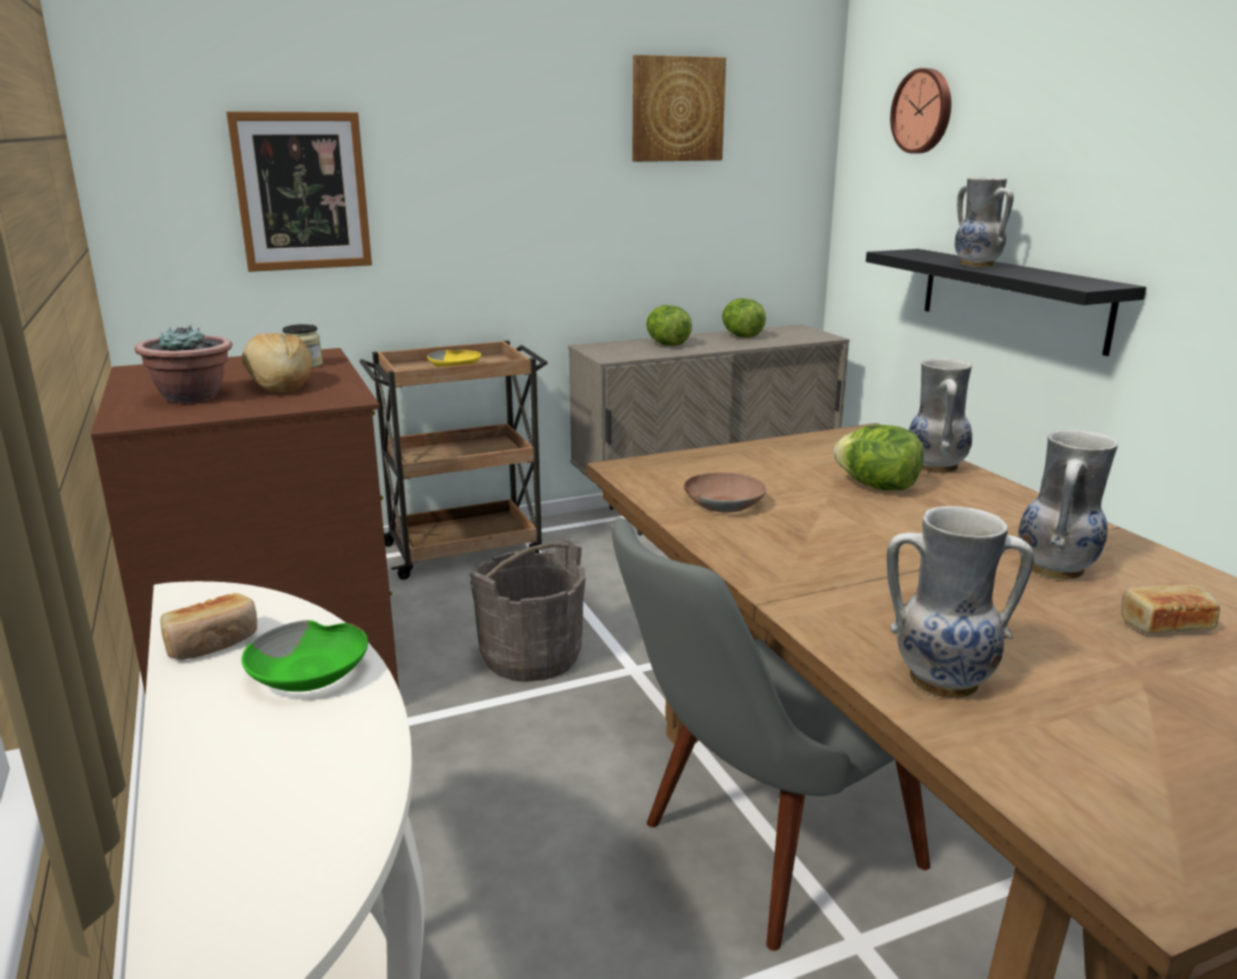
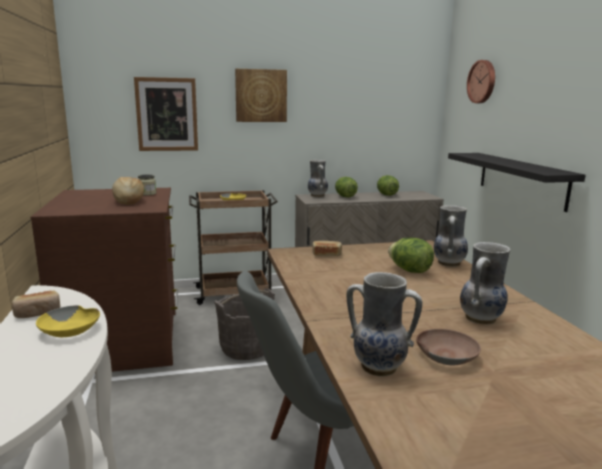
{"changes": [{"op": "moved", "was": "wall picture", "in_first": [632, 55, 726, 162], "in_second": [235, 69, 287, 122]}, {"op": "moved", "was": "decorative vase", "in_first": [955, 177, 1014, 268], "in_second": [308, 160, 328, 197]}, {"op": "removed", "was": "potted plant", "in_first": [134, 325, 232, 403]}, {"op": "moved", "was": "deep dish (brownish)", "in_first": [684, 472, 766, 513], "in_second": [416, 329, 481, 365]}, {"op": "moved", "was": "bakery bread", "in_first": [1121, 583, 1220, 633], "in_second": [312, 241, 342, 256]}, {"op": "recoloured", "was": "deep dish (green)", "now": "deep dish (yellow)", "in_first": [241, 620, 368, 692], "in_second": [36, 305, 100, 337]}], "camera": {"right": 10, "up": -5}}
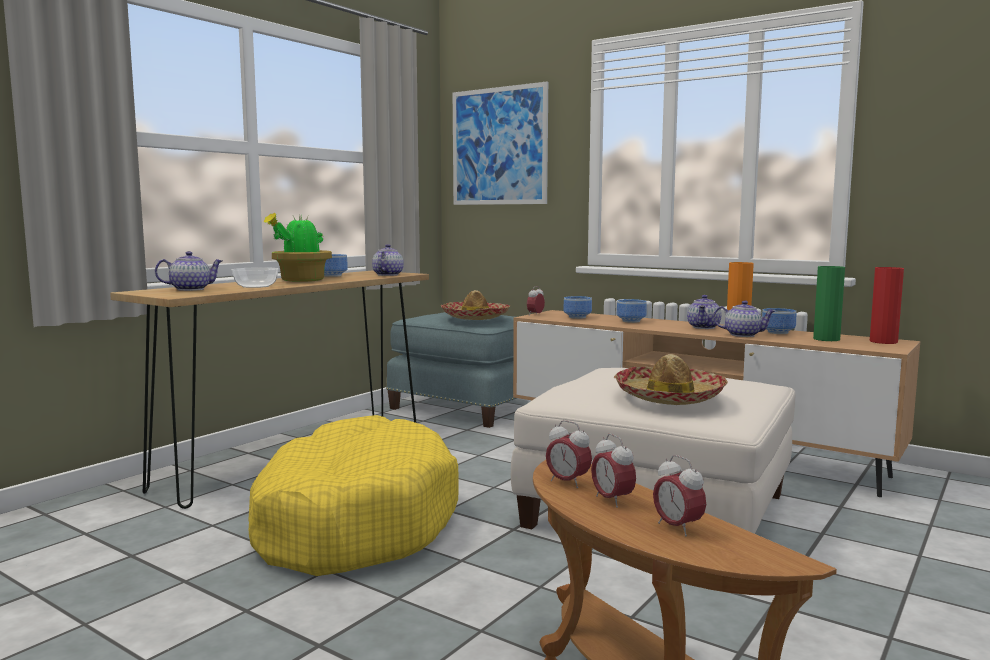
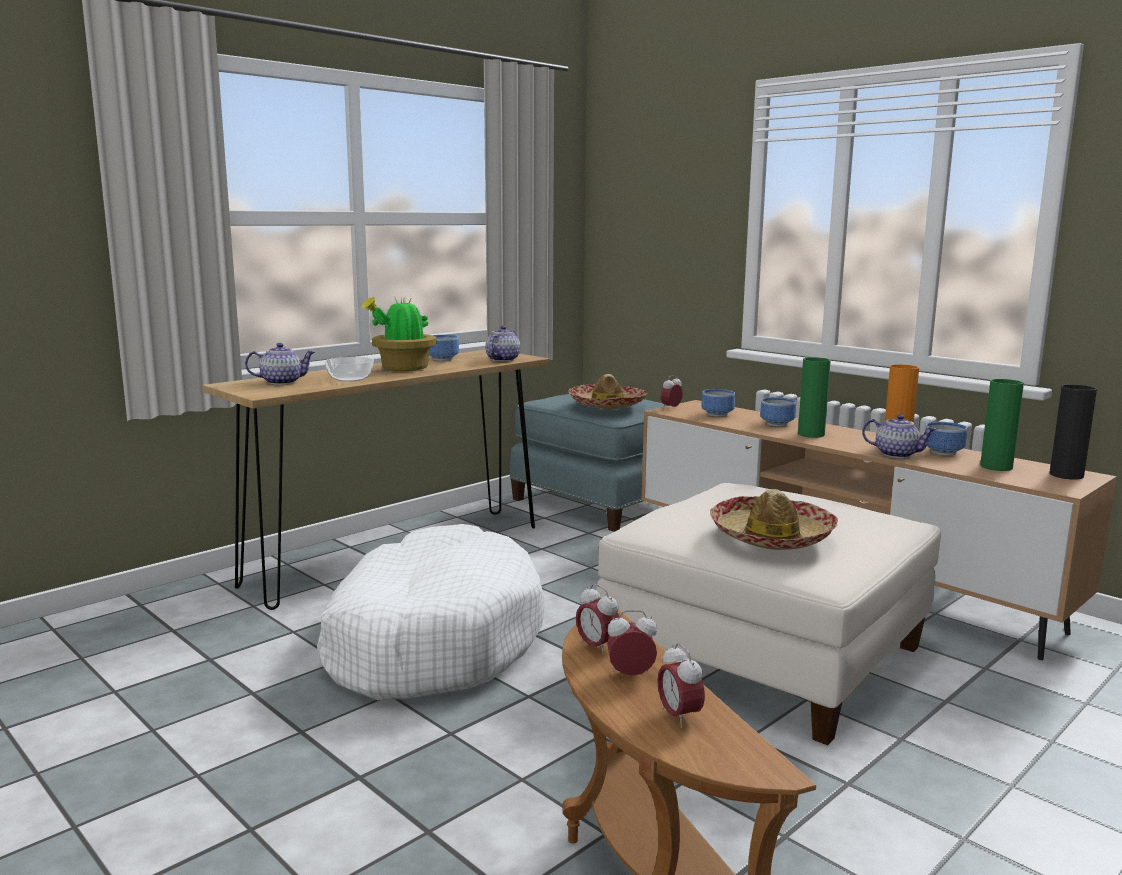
{"changes": [{"op": "removed", "was": "wall picture", "in_first": [453, 82, 548, 205]}, {"op": "recoloured", "was": "decorative vase (red-coloured)", "now": "decorative vase (blackish)", "in_first": [870, 267, 904, 344], "in_second": [1050, 384, 1097, 480]}, {"op": "removed", "was": "tea pot", "in_first": [687, 295, 722, 329]}, {"op": "recoloured", "was": "dog cushion (yellow)", "now": "dog cushion (whitish)", "in_first": [248, 415, 459, 576], "in_second": [317, 524, 545, 700]}, {"op": "turned", "was": "bedside clock", "in_first": [591, 434, 636, 508], "in_second": [607, 610, 657, 676], "clockwise": 105}, {"op": "added", "now": "decorative vase (green)", "in_second": [798, 357, 831, 438]}], "camera": {"right": 10, "up": 5}}
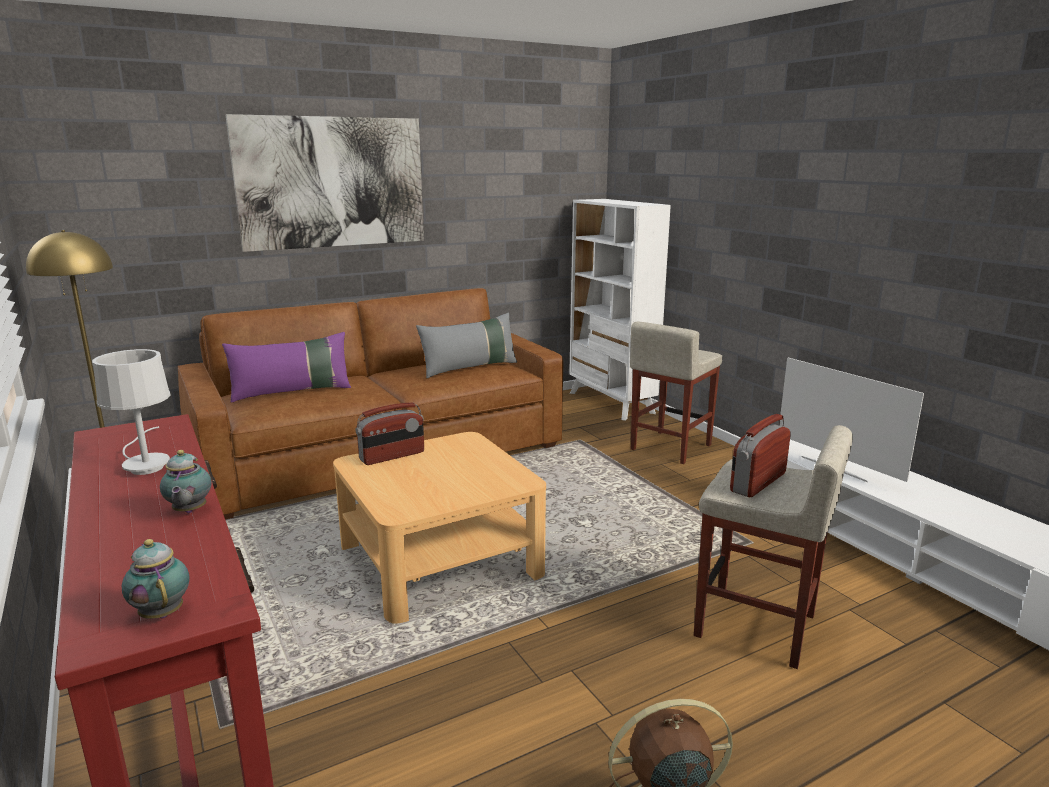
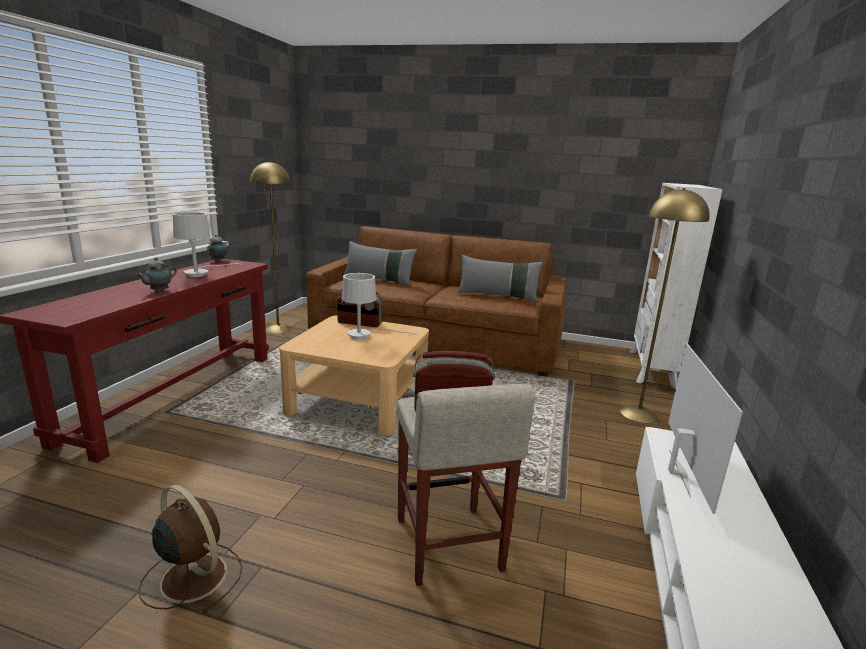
{"changes": [{"op": "removed", "was": "wall picture", "in_first": [226, 114, 424, 252]}, {"op": "replaced", "was": "stool (beige-coloured)", "now": "standing lamp (yellow)", "in_first": [630, 322, 722, 464], "in_second": [620, 188, 710, 423]}, {"op": "recoloured", "was": "throw pillow (purple)", "now": "throw pillow (gray)", "in_first": [222, 332, 351, 403], "in_second": [344, 241, 417, 286]}, {"op": "moved", "was": "tea pot", "in_first": [122, 539, 190, 619], "in_second": [207, 234, 228, 262]}, {"op": "added", "now": "tabletop lamp (whitish)", "in_second": [341, 273, 419, 339]}], "camera": {"right": 45, "up": 0}}
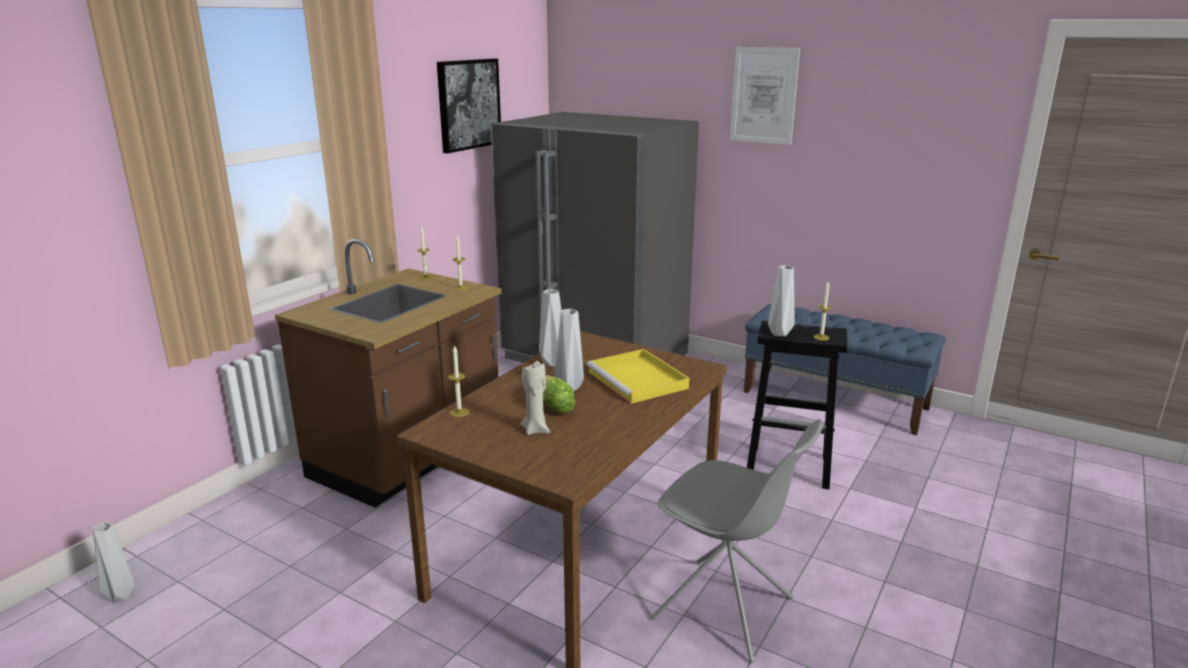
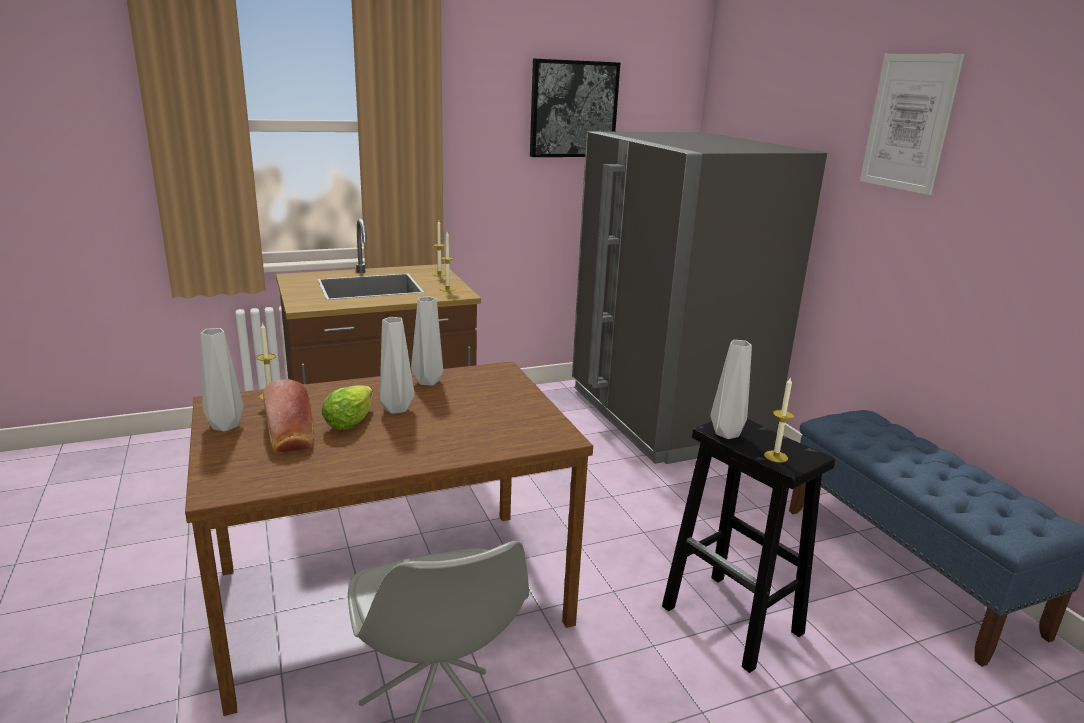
{"changes": [{"op": "removed", "was": "carrying tray (yellow)", "in_first": [587, 349, 689, 404]}, {"op": "replaced", "was": "wax light (beige-coloured)", "now": "bakery bread", "in_first": [520, 361, 550, 435], "in_second": [263, 379, 314, 453]}, {"op": "moved", "was": "decorative vase (gray)", "in_first": [93, 522, 135, 603], "in_second": [200, 328, 243, 432]}], "camera": {"right": 35, "up": 0}}
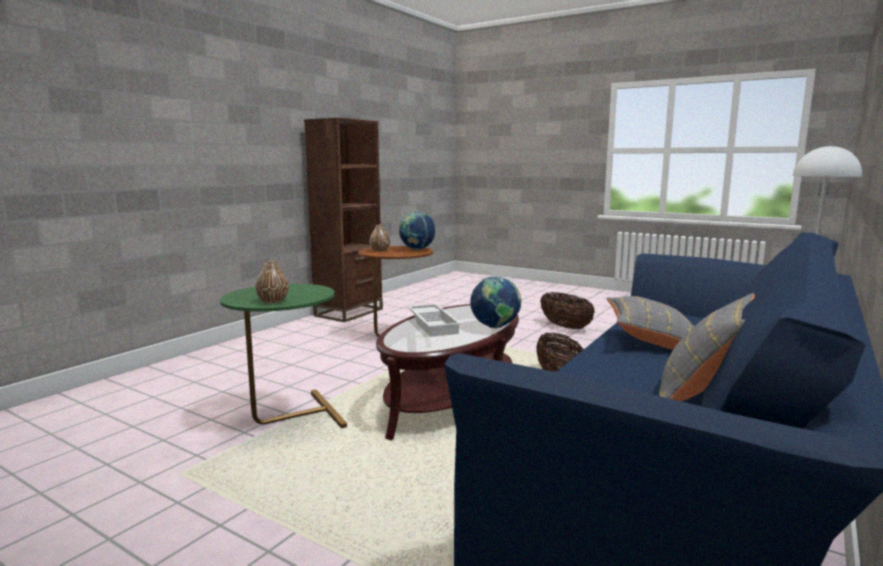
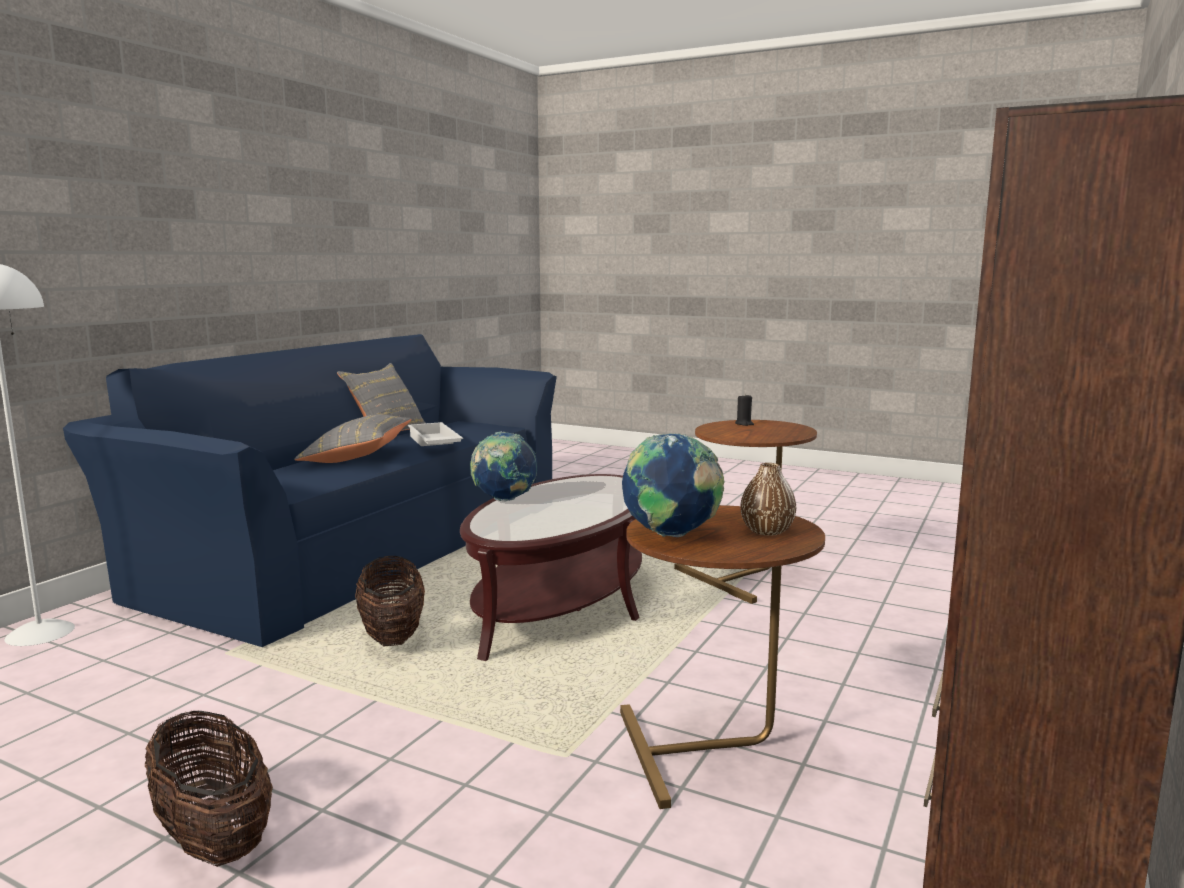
{"changes": [{"op": "replaced", "was": "decorative vase (brownish)", "now": "wax light (blackish)", "in_first": [255, 261, 289, 303], "in_second": [735, 393, 754, 426]}, {"op": "recoloured", "was": "side table (green)", "now": "side table (brownish)", "in_first": [220, 284, 347, 428], "in_second": [674, 420, 817, 604]}, {"op": "moved", "was": "carrying tray (whitish)", "in_first": [408, 304, 461, 337], "in_second": [408, 422, 463, 446]}], "camera": {"right": 175, "up": 0}}
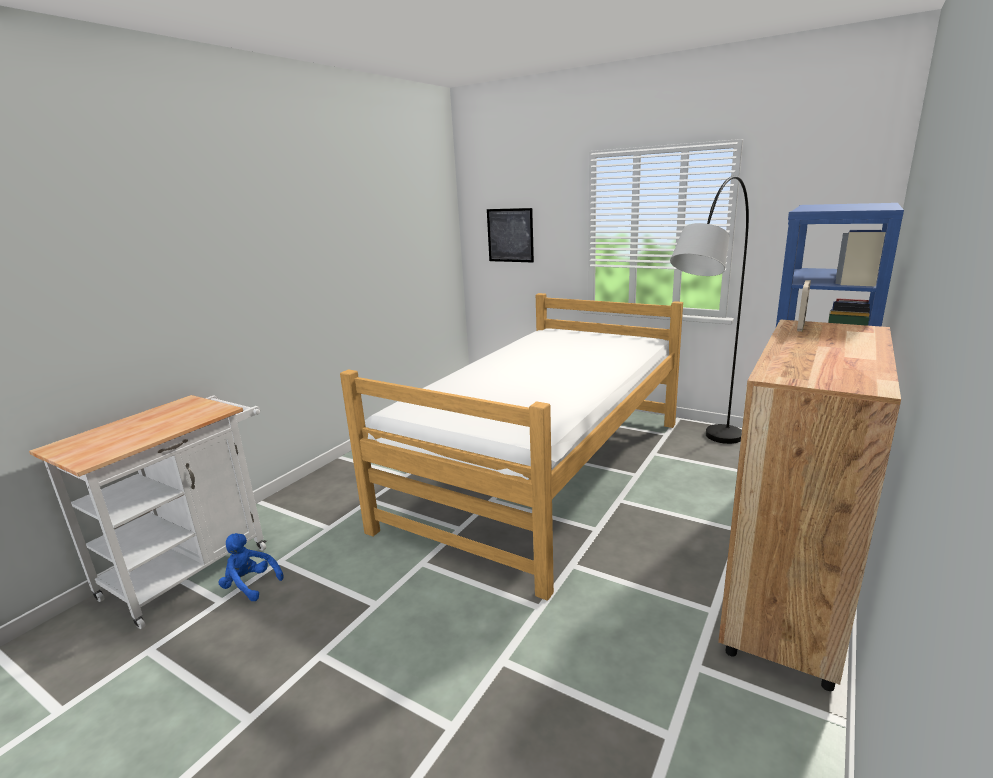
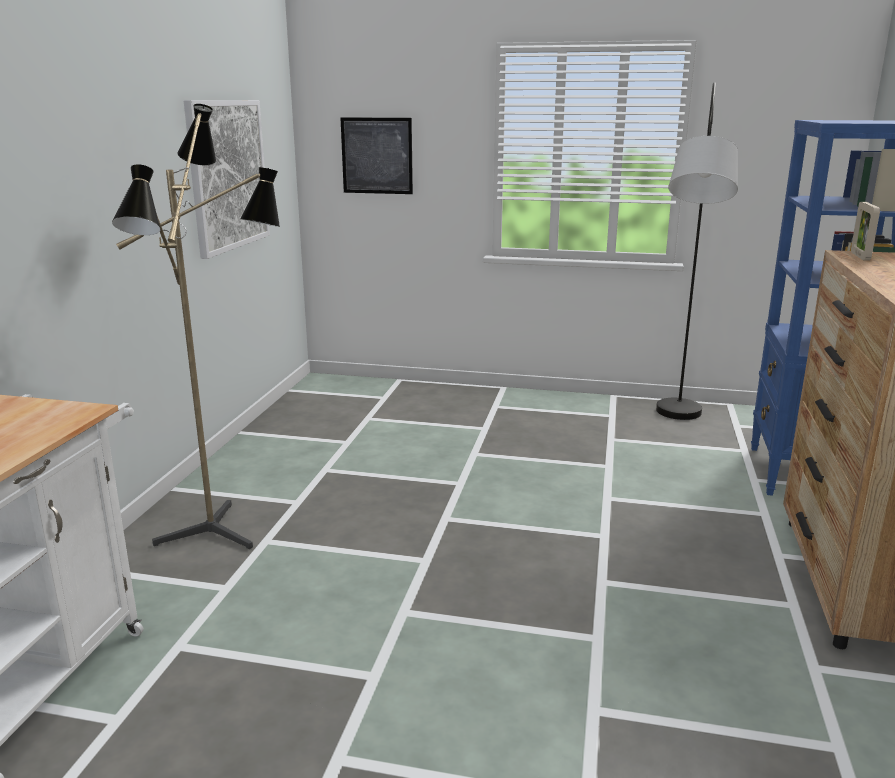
{"changes": [{"op": "removed", "was": "sleeping bed", "in_first": [340, 293, 683, 601]}, {"op": "removed", "was": "plush toy (blue-coloured)", "in_first": [218, 533, 283, 601]}, {"op": "added", "now": "wall picture", "in_second": [184, 100, 270, 259]}, {"op": "added", "now": "standing lamp", "in_second": [112, 104, 280, 549]}], "camera": {"right": -20, "up": 0}}
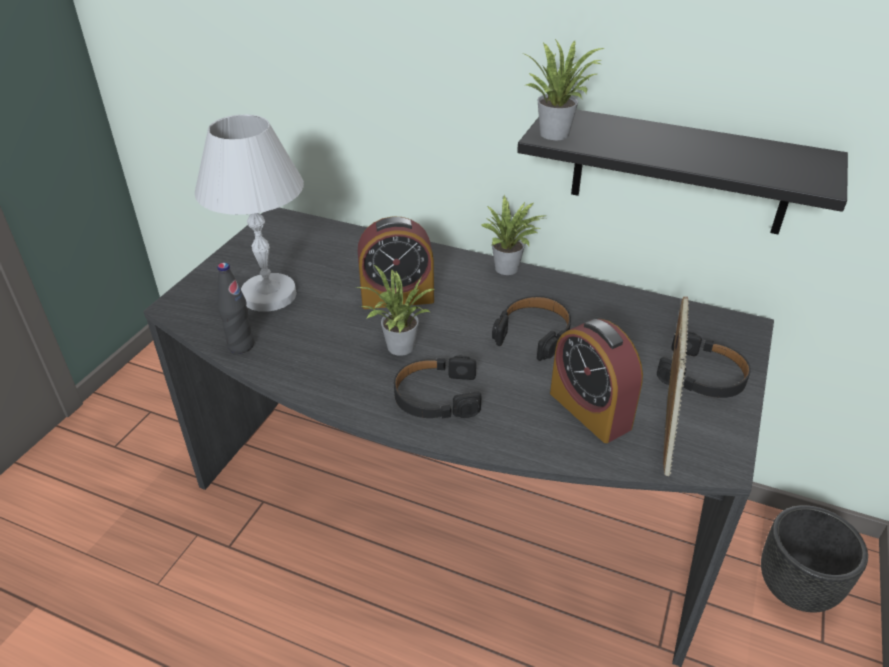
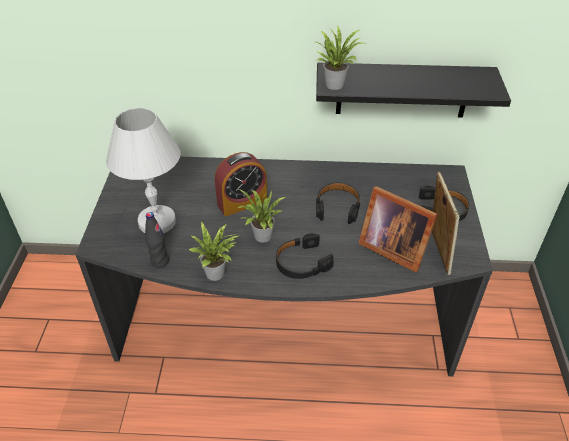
{"changes": [{"op": "moved", "was": "potted plant", "in_first": [481, 196, 544, 275], "in_second": [189, 222, 240, 281]}, {"op": "replaced", "was": "bedside clock", "now": "standing frame", "in_first": [550, 319, 643, 443], "in_second": [358, 186, 438, 273]}, {"op": "removed", "was": "flower pot (blackish)", "in_first": [761, 505, 868, 612]}], "camera": {"right": -20, "up": 5}}
